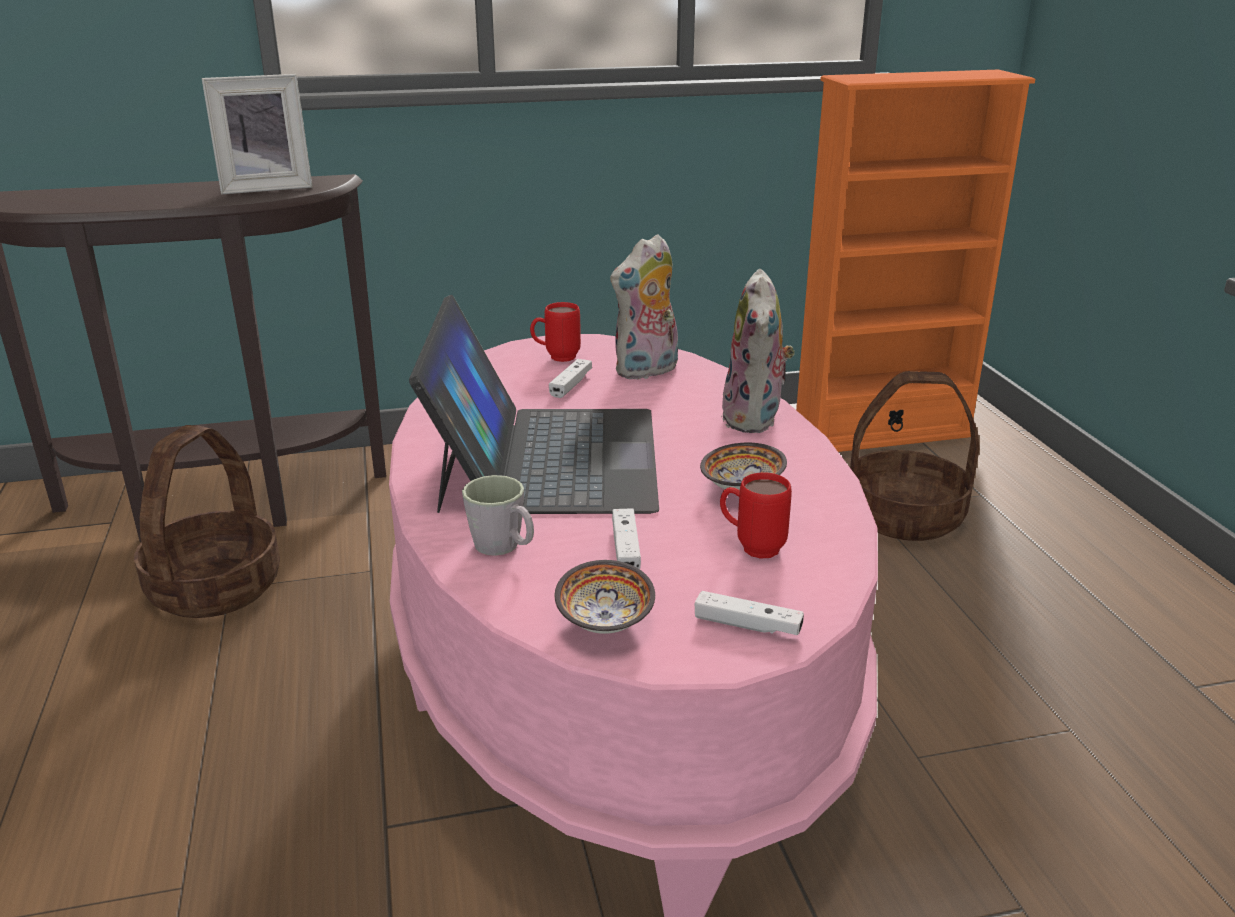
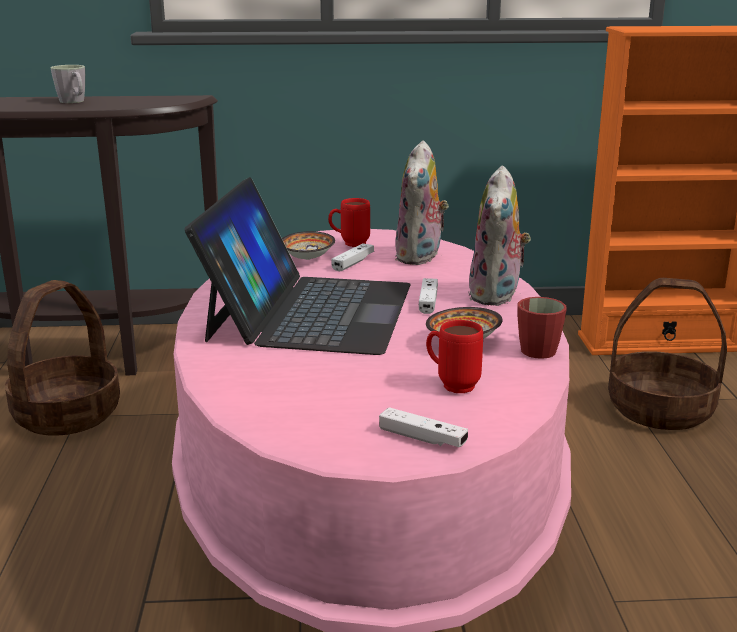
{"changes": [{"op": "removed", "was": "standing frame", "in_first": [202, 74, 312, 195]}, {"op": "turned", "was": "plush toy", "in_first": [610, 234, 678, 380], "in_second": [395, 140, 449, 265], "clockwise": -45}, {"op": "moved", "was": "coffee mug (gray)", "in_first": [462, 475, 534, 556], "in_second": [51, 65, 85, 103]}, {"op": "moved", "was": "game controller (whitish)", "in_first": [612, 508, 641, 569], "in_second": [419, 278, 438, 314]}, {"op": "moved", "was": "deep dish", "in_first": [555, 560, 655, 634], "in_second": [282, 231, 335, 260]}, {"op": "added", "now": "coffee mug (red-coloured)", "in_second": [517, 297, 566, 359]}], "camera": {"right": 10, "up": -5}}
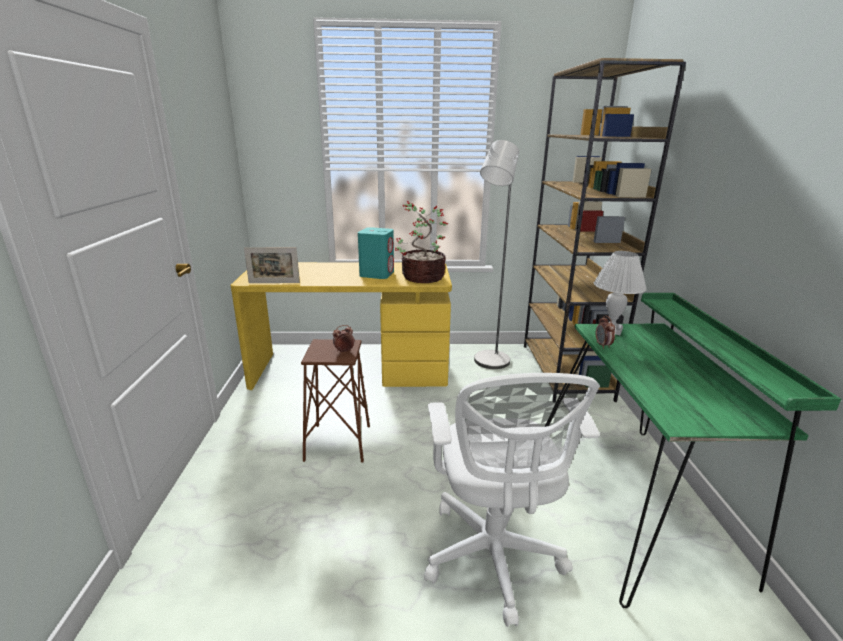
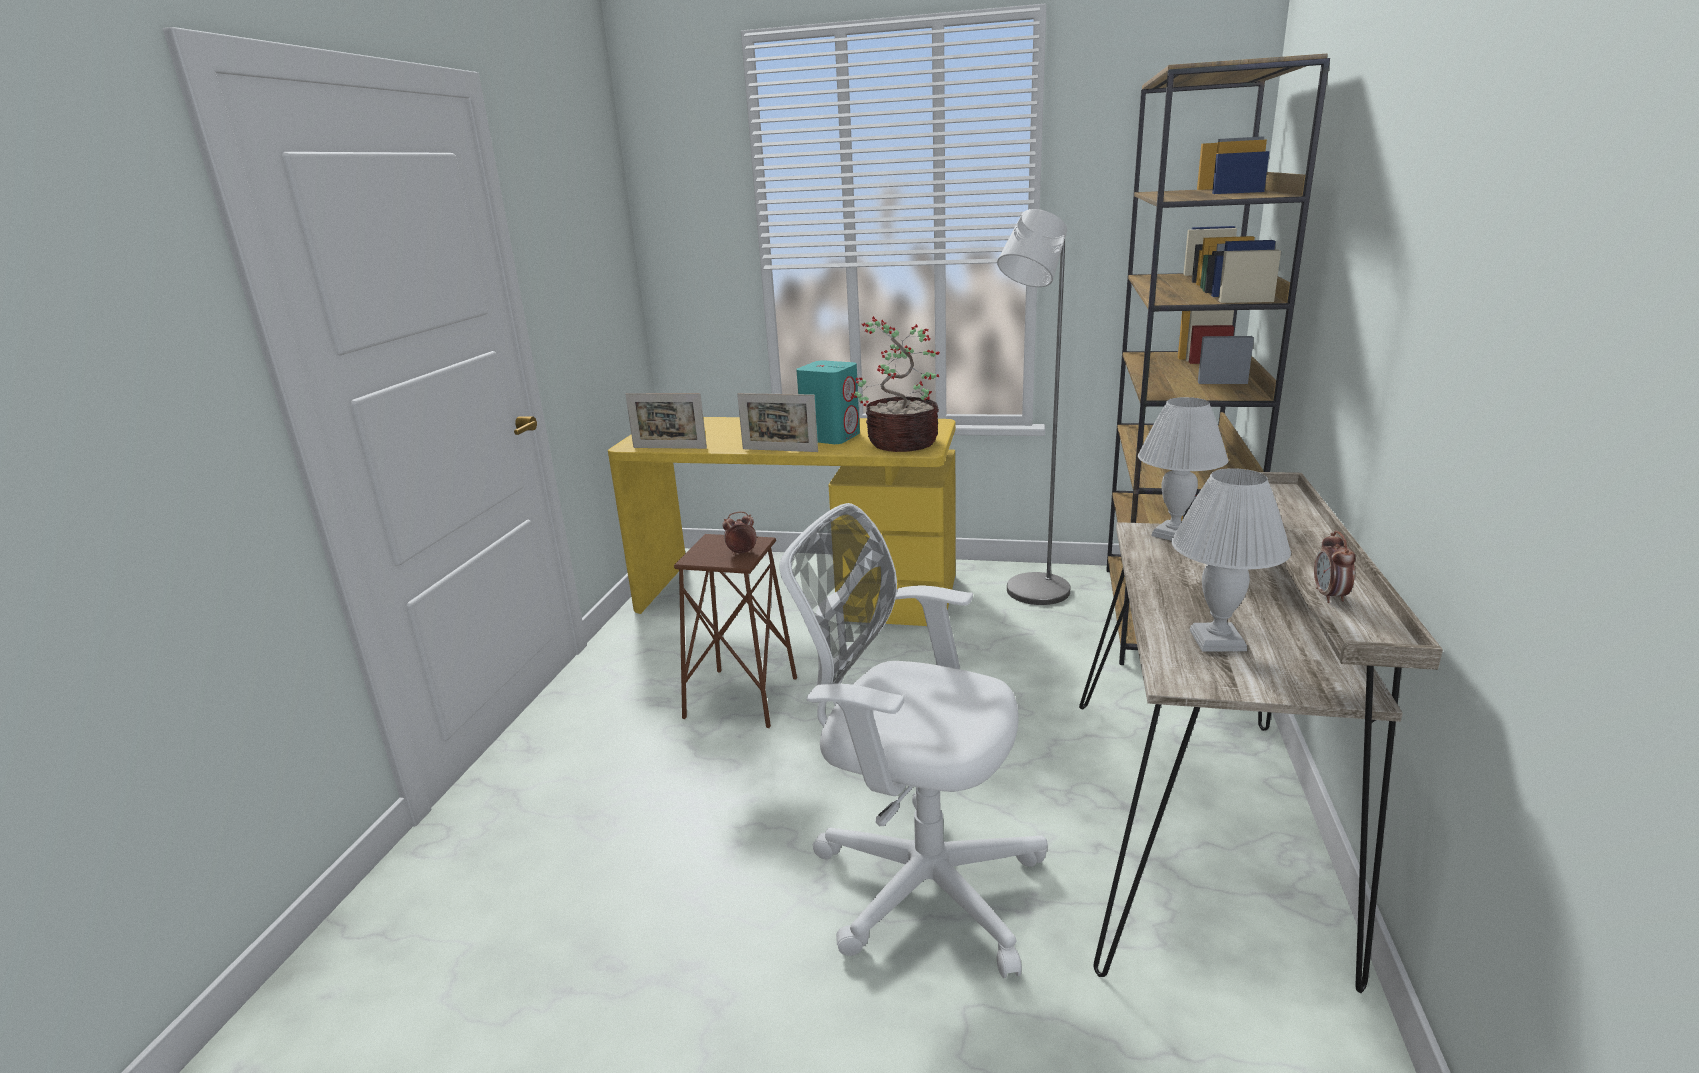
{"changes": [{"op": "recoloured", "was": "desk table (green)", "now": "desk table (beige-coloured)", "in_first": [547, 293, 841, 608], "in_second": [1079, 472, 1443, 993]}, {"op": "moved", "was": "bedside clock", "in_first": [596, 315, 615, 349], "in_second": [1314, 531, 1356, 603]}, {"op": "turned", "was": "office chair (whitish)", "in_first": [424, 373, 600, 627], "in_second": [779, 503, 1047, 978], "clockwise": 105}, {"op": "added", "now": "standing frame", "in_second": [737, 393, 818, 452]}, {"op": "added", "now": "tabletop lamp (whitish)", "in_second": [1171, 468, 1291, 652]}], "camera": {"right": 15, "up": 0}}
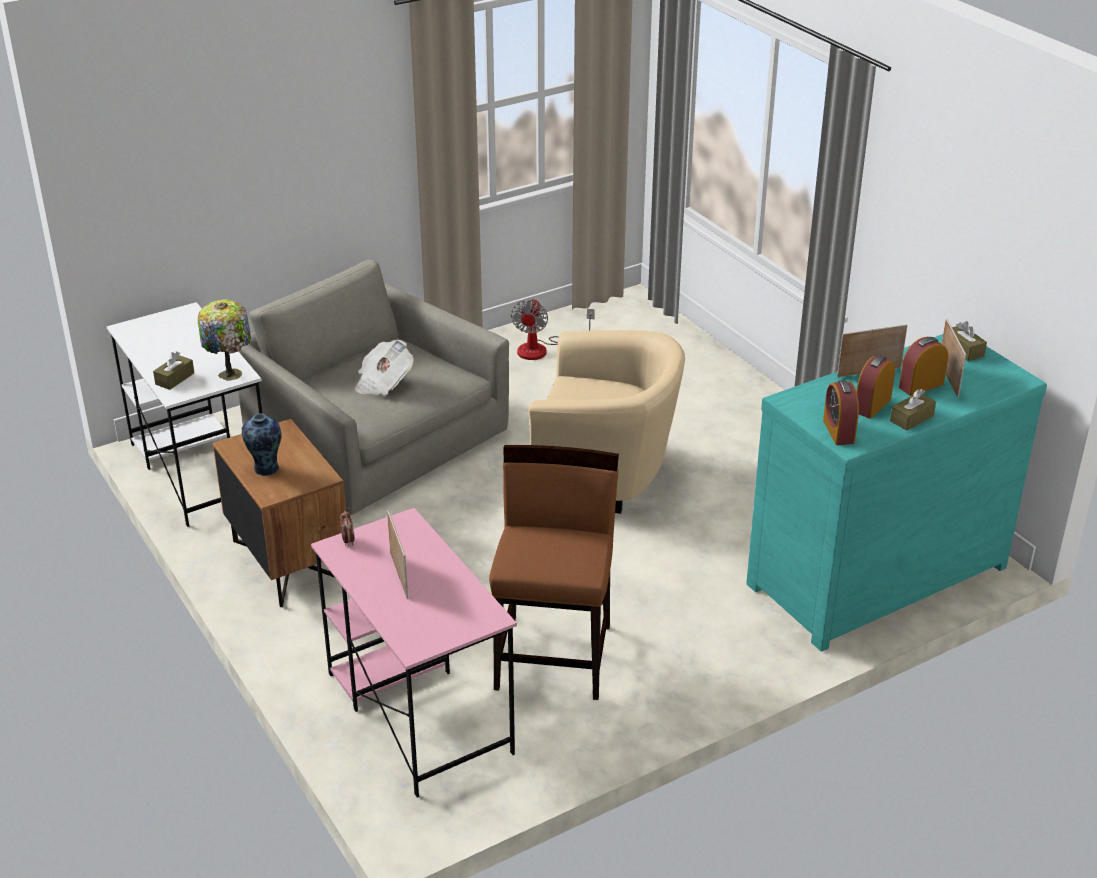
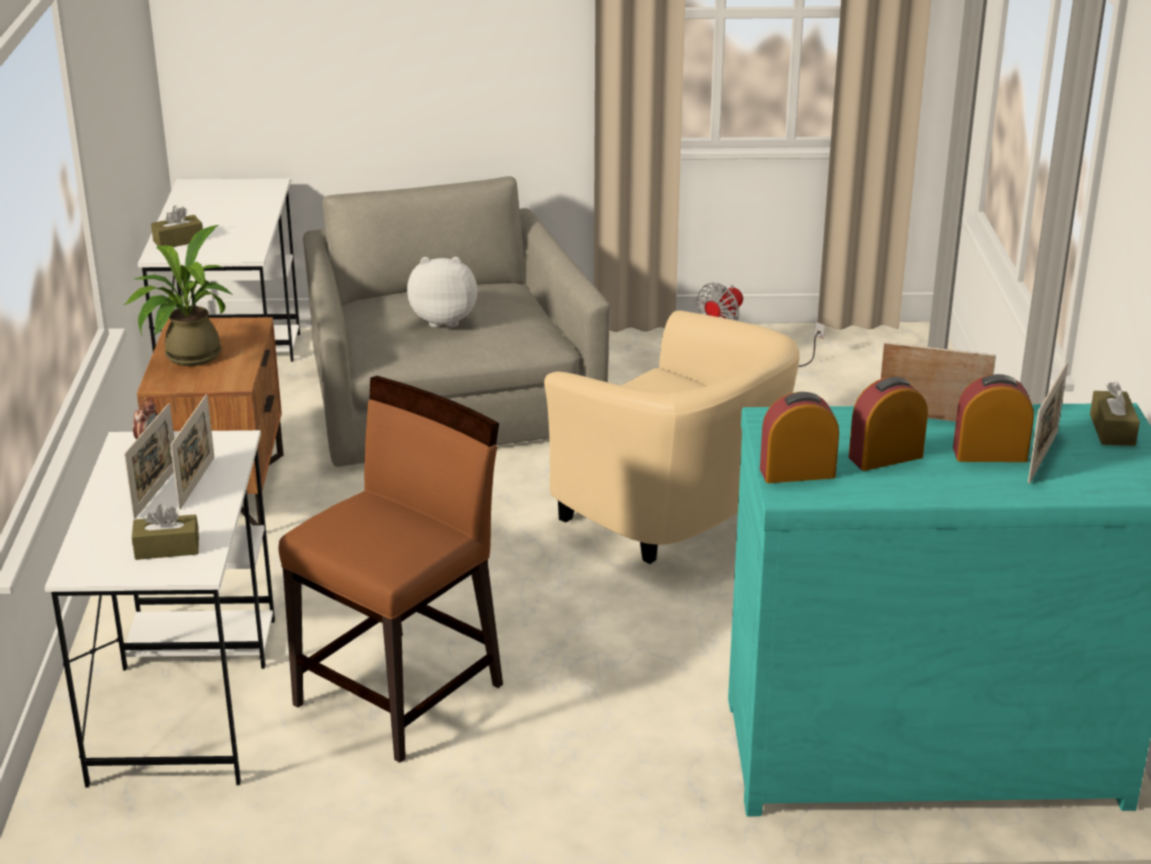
{"changes": [{"op": "removed", "was": "tabletop lamp", "in_first": [198, 300, 251, 381]}, {"op": "replaced", "was": "printed paper", "now": "plush toy", "in_first": [355, 340, 414, 396], "in_second": [407, 257, 477, 327]}, {"op": "turned", "was": "bedside clock", "in_first": [823, 380, 859, 445], "in_second": [760, 392, 839, 483], "clockwise": 60}, {"op": "moved", "was": "box of tissues (brownish)", "in_first": [890, 389, 936, 431], "in_second": [132, 504, 199, 560]}, {"op": "replaced", "was": "decorative vase", "now": "potted plant", "in_first": [242, 414, 282, 476], "in_second": [124, 225, 234, 366]}, {"op": "recoloured", "was": "desk table (pinkish)", "now": "desk table (whitish)", "in_first": [311, 508, 517, 798], "in_second": [45, 430, 275, 787]}, {"op": "added", "now": "standing frame", "in_second": [171, 395, 215, 510]}], "camera": {"right": 30, "up": -5}}
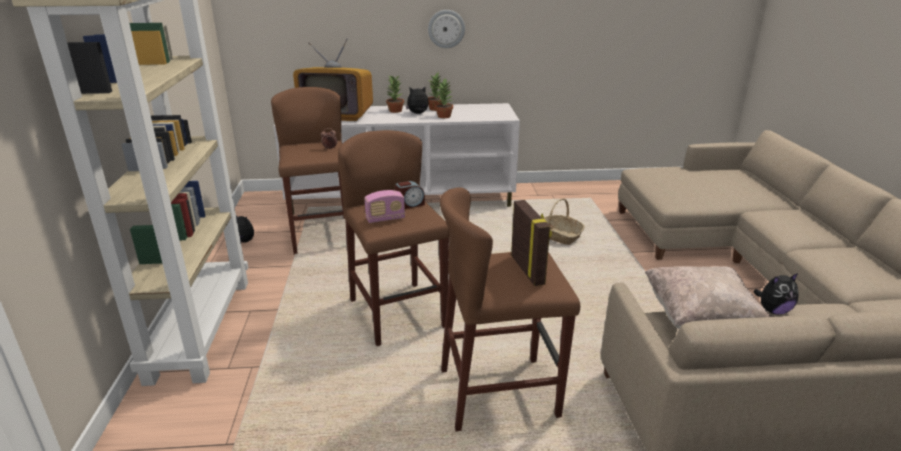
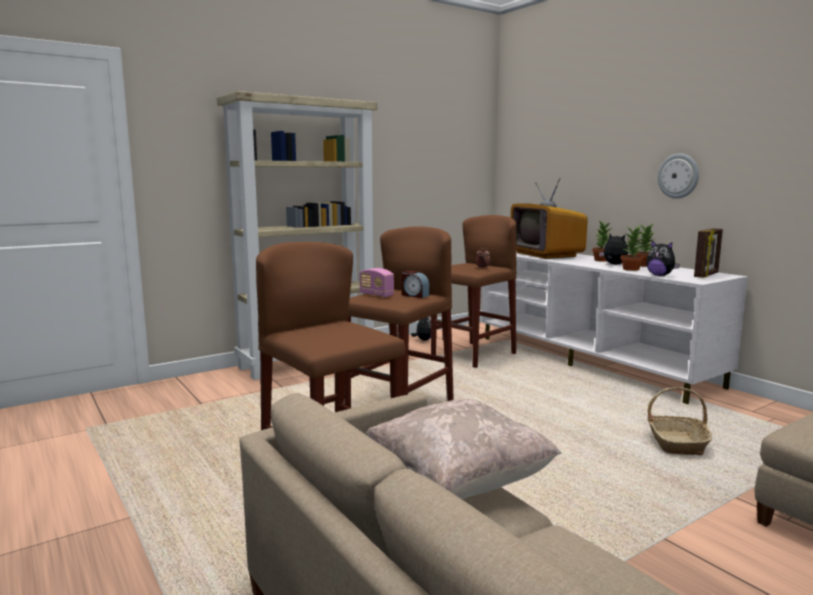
{"changes": [{"op": "moved", "was": "standing frame", "in_first": [511, 200, 552, 286], "in_second": [694, 228, 723, 278]}, {"op": "moved", "was": "plush toy", "in_first": [753, 273, 799, 315], "in_second": [646, 241, 680, 276]}], "camera": {"right": 60, "up": -15}}
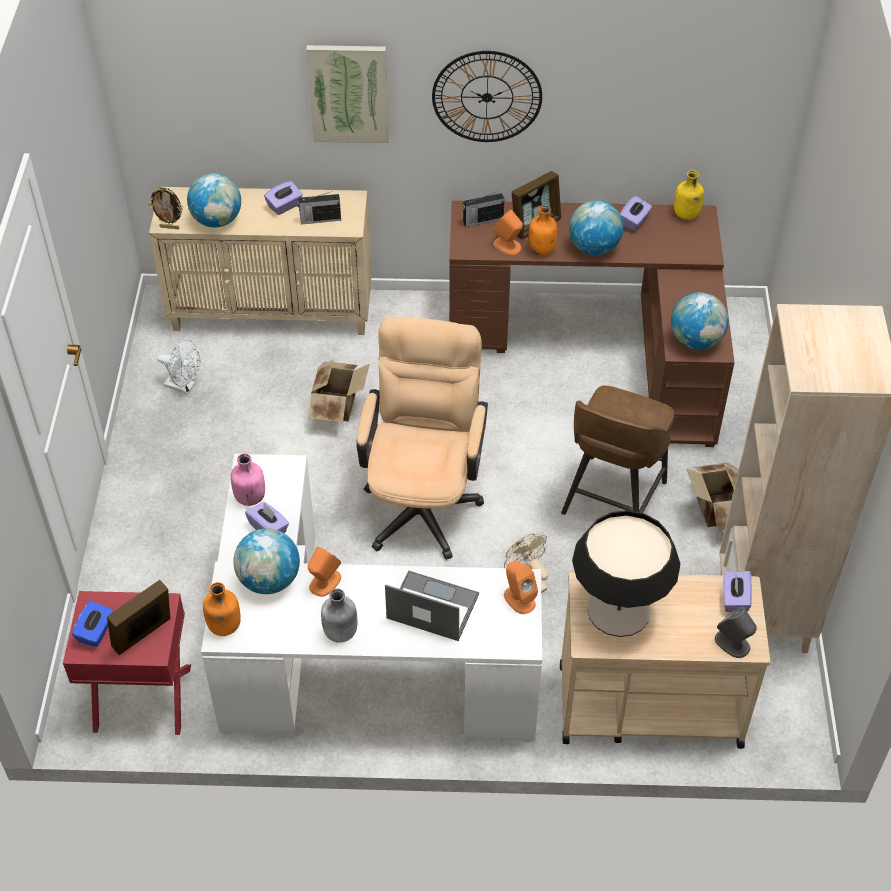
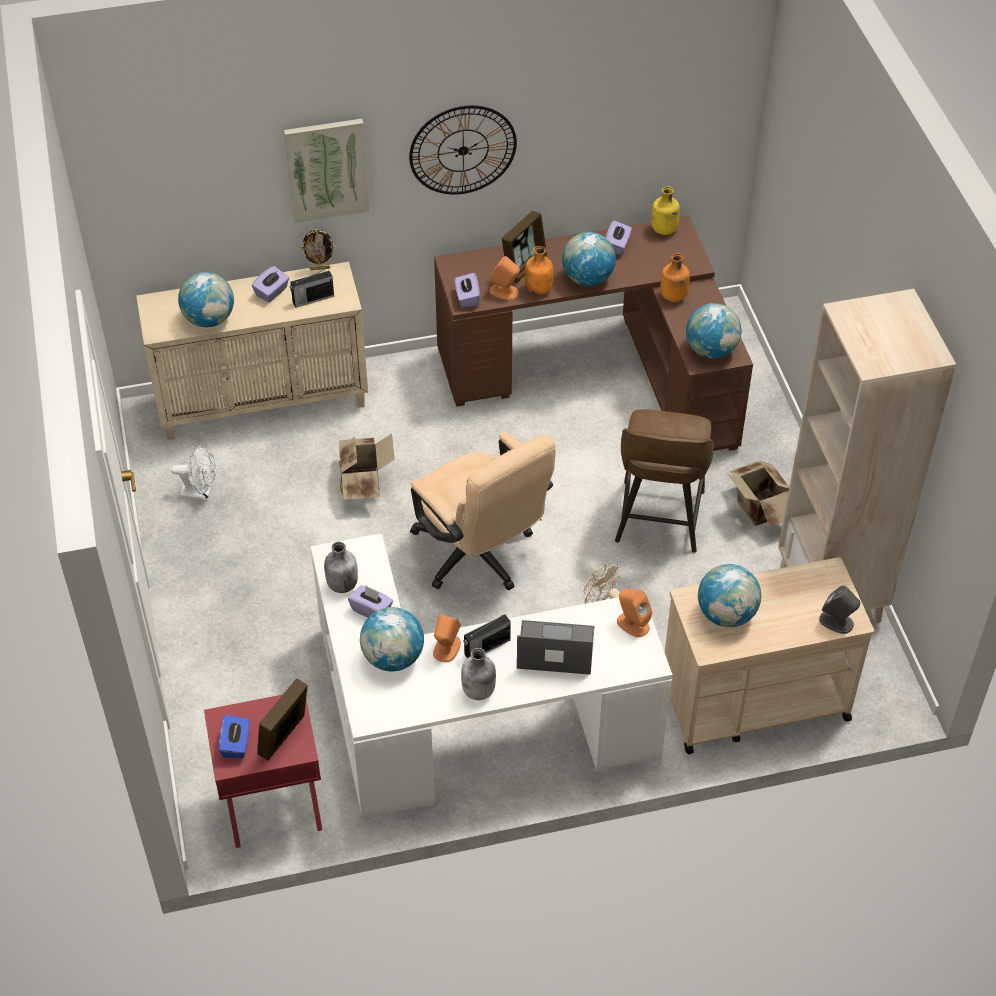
{"changes": [{"op": "moved", "was": "standing frame", "in_first": [148, 187, 183, 229], "in_second": [300, 229, 336, 270]}, {"op": "moved", "was": "radio", "in_first": [462, 191, 505, 227], "in_second": [463, 615, 511, 658]}, {"op": "turned", "was": "office chair (beige-coloured)", "in_first": [356, 317, 488, 560], "in_second": [410, 431, 555, 590], "clockwise": 150}, {"op": "recoloured", "was": "beverage bottle (pinkish)", "now": "beverage bottle (gray)", "in_first": [231, 453, 265, 506], "in_second": [324, 542, 358, 593]}, {"op": "replaced", "was": "tabletop lamp", "now": "globe", "in_first": [572, 510, 680, 637], "in_second": [698, 564, 761, 627]}, {"op": "moved", "was": "box of tissues (purple)", "in_first": [723, 571, 752, 612], "in_second": [455, 273, 480, 308]}, {"op": "moved", "was": "beverage bottle (orange-coloured)", "in_first": [203, 582, 241, 636], "in_second": [660, 253, 690, 302]}], "camera": {"right": -15, "up": 0}}
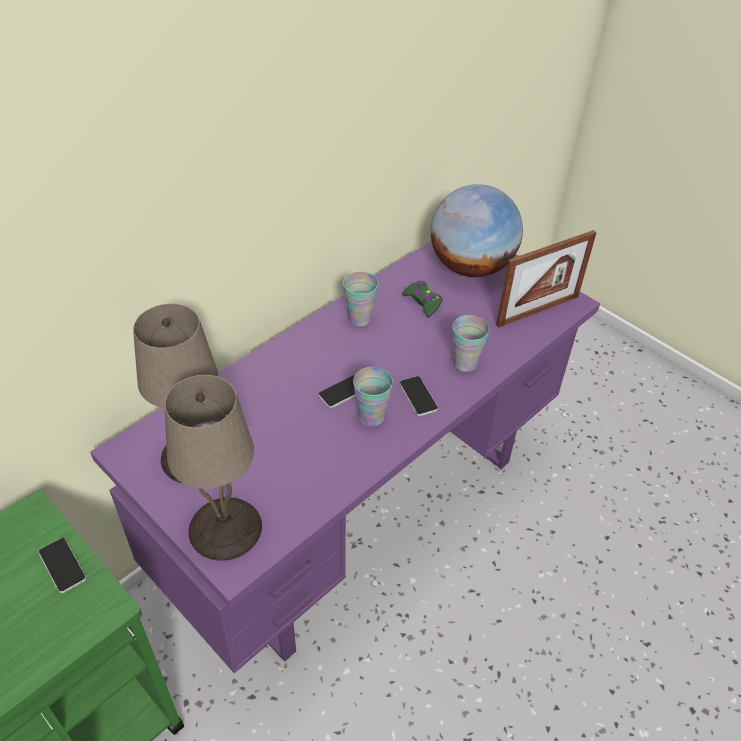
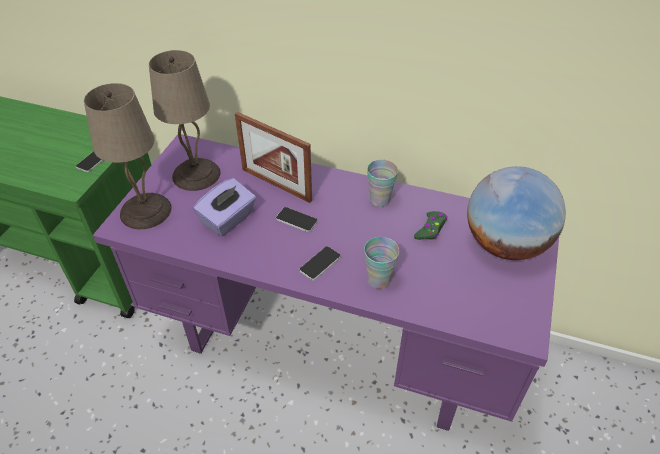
{"changes": [{"op": "moved", "was": "standing frame", "in_first": [496, 230, 597, 328], "in_second": [235, 112, 312, 203]}, {"op": "removed", "was": "cup", "in_first": [353, 367, 393, 426]}, {"op": "added", "now": "box of tissues (purple)", "in_second": [193, 178, 256, 236]}], "camera": {"right": 65, "up": 0}}
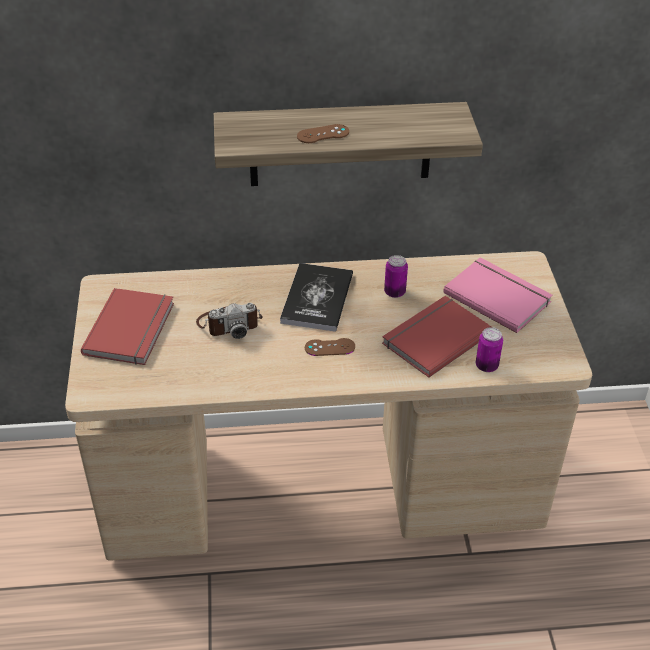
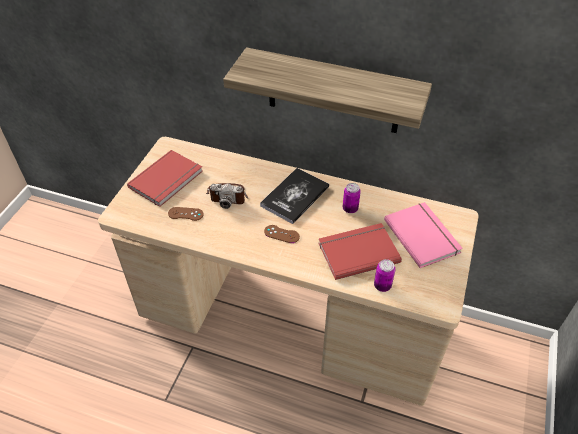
{"changes": [{"op": "moved", "was": "game controller (brownish)", "in_first": [297, 124, 349, 143], "in_second": [168, 207, 203, 221]}], "camera": {"right": 25, "up": 5}}
